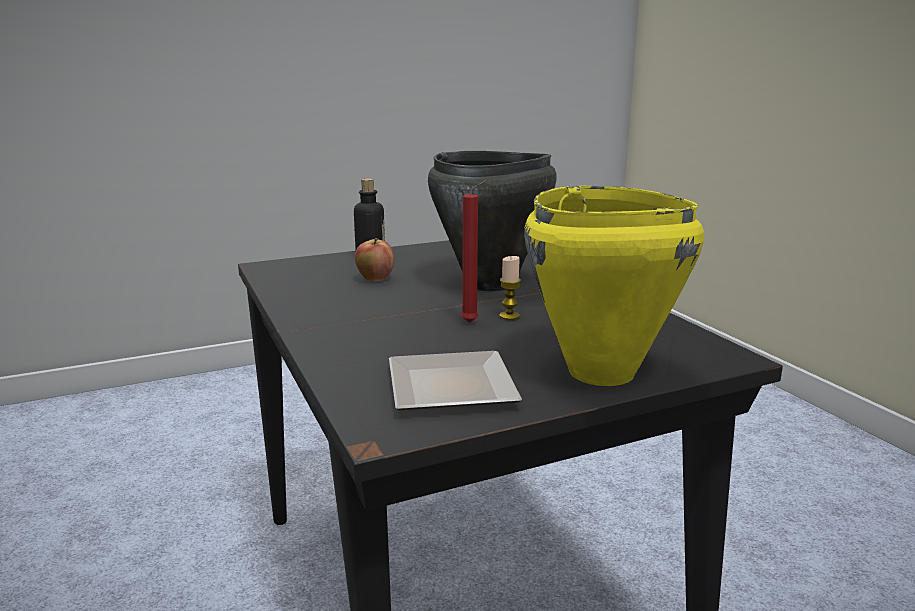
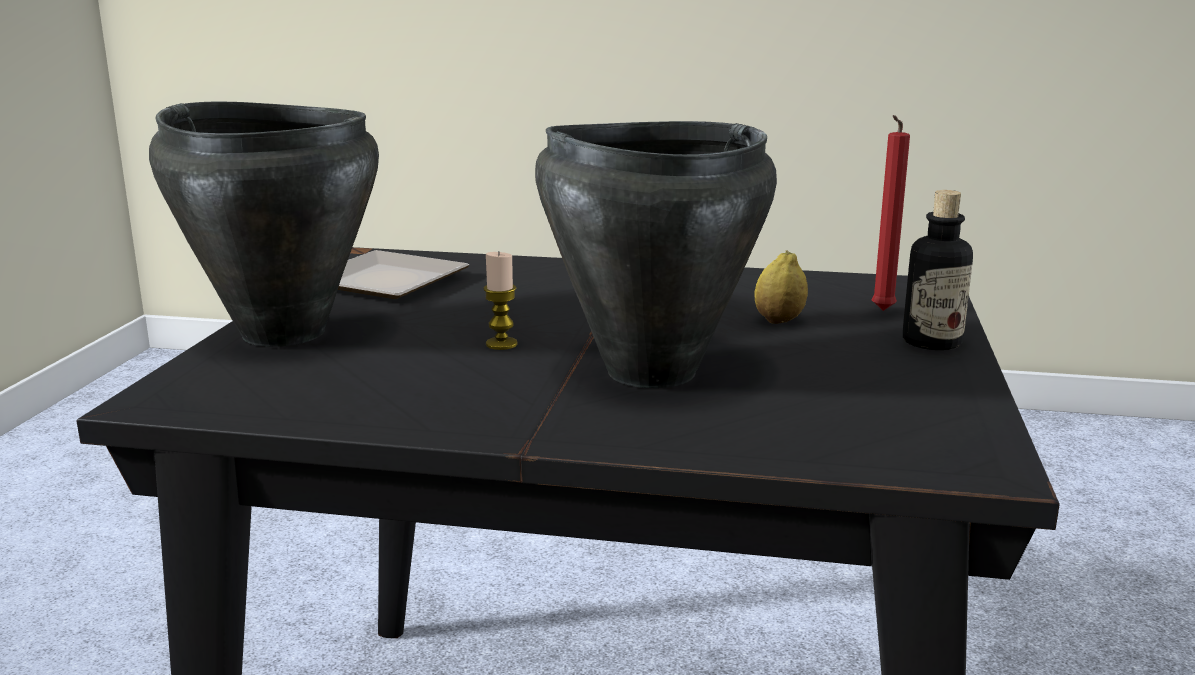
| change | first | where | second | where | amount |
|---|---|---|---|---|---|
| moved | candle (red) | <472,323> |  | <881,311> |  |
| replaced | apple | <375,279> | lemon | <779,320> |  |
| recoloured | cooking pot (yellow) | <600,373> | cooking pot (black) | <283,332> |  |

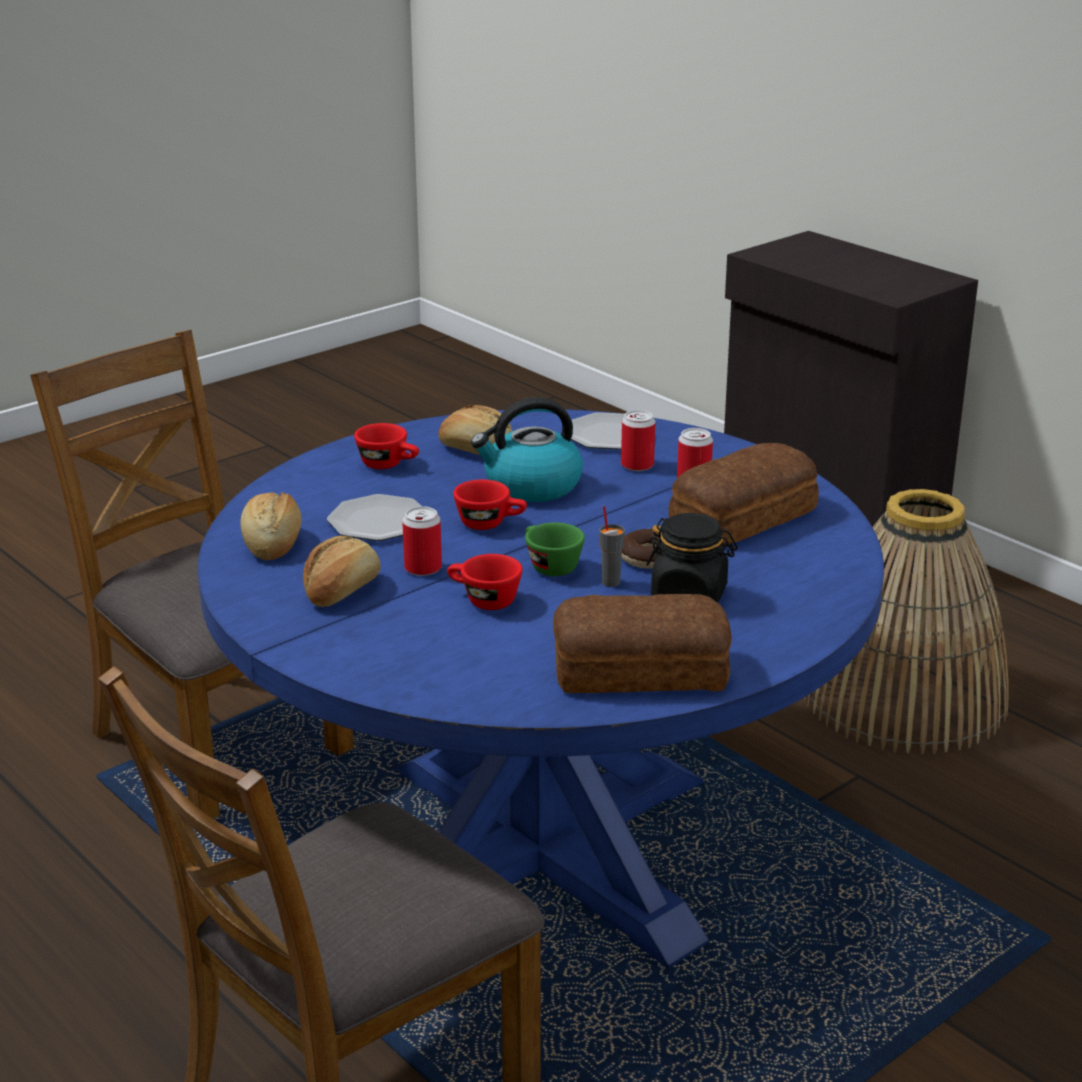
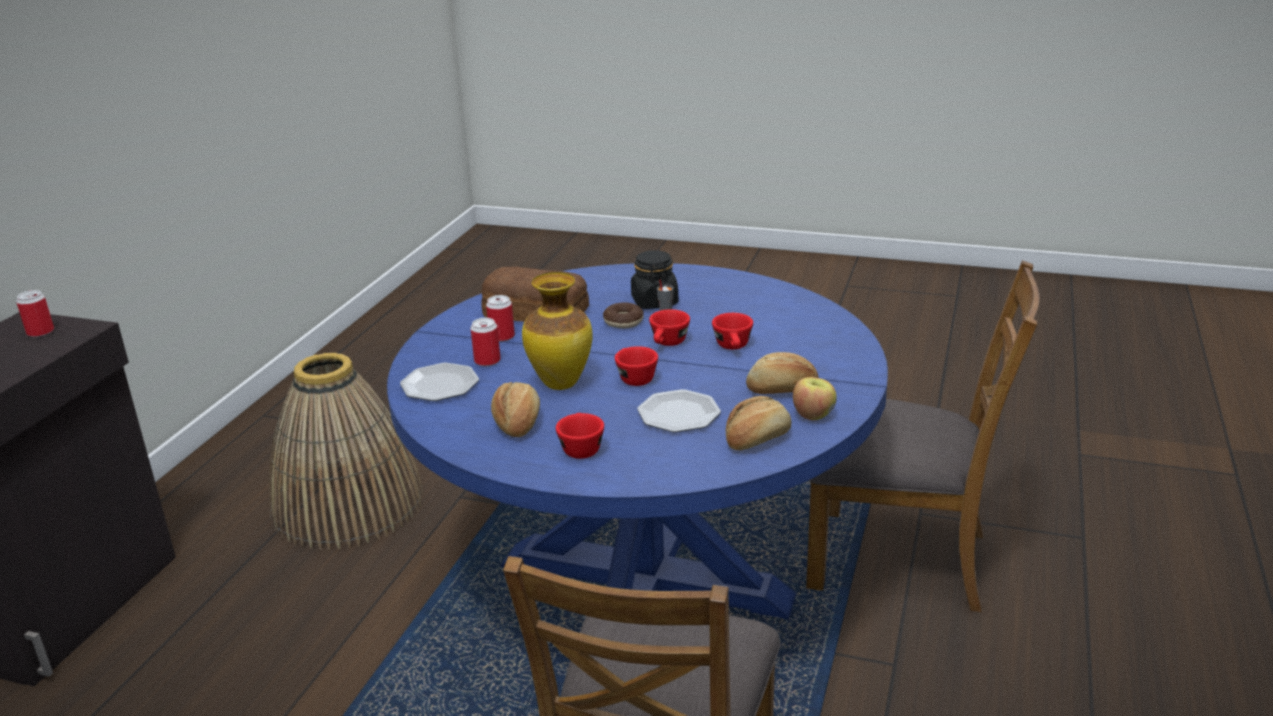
| change | first | where | second | where | amount |
|---|---|---|---|---|---|
| removed | bread | <637,669> |  |  |  |
| added |  |  | apple | <813,415> |  |
| moved | can | <423,568> |  | <40,332> |  |
| replaced | kettle | <531,486> | vase | <561,383> |  |
| recoloured | cup (green) | <548,565> | cup (red) | <668,344> |  |

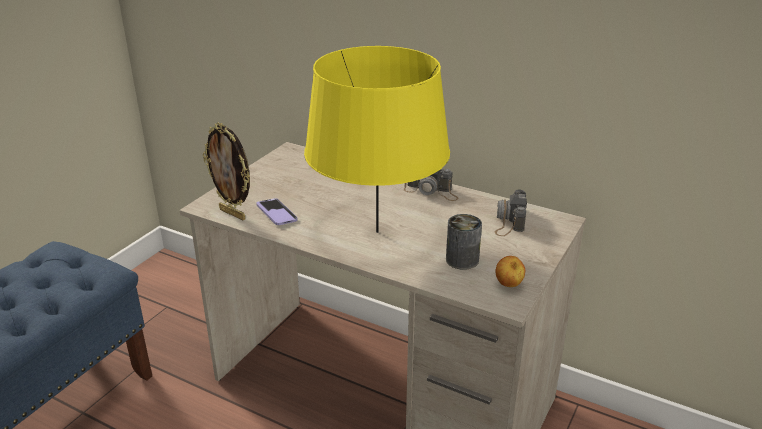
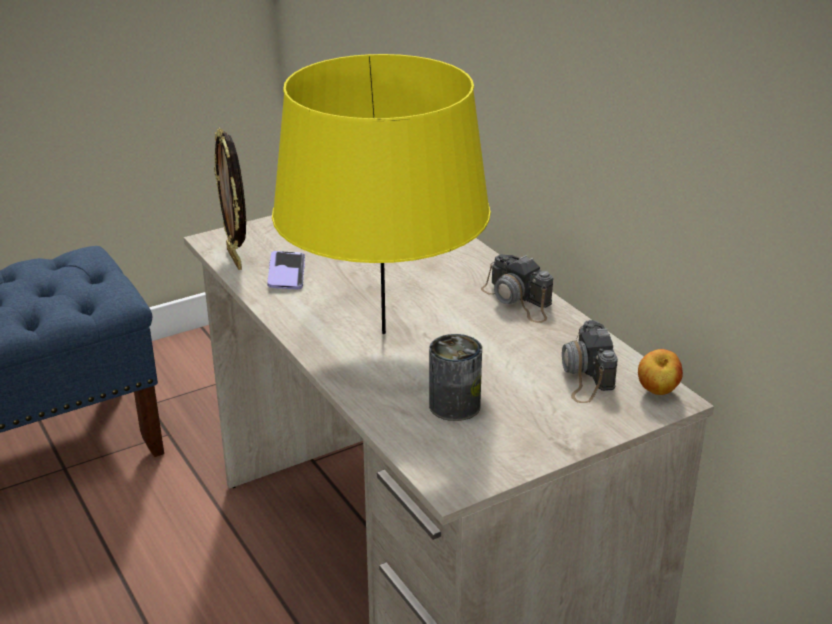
| change | first | where | second | where | amount |
|---|---|---|---|---|---|
| moved | apple | <509,285> |  | <657,392> |  |
| turned | photo camera | <509,220> |  | <585,374> | 45 degrees counterclockwise |

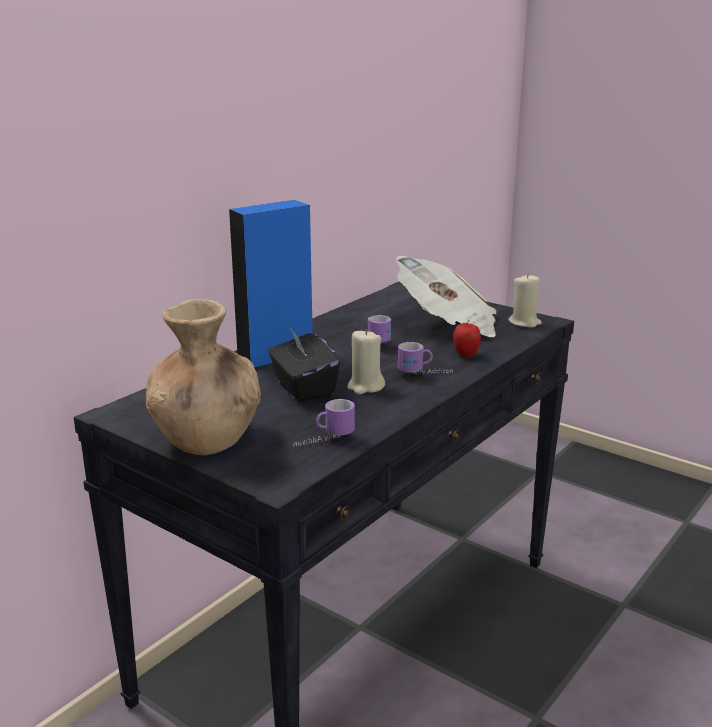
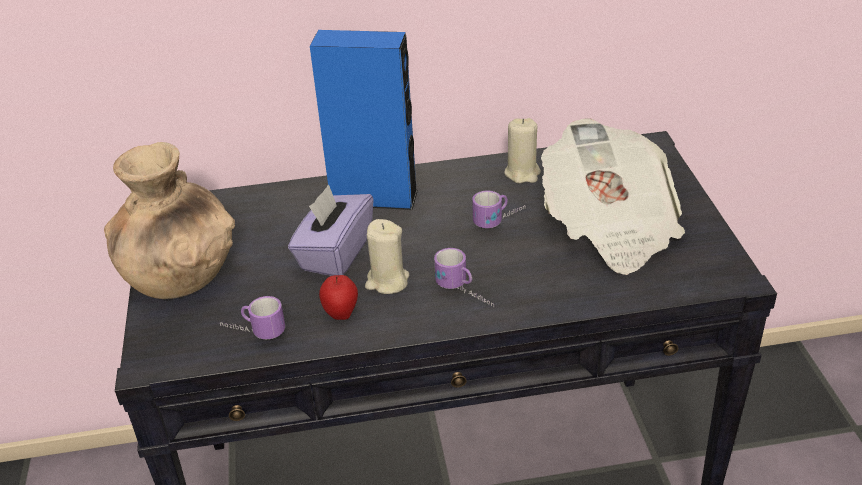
| change | first | where | second | where | amount |
|---|---|---|---|---|---|
| moved | apple | <466,354> |  | <341,313> |  |
| moved | candle (beige) | <524,322> |  | <522,173> |  |
| recoloured | tissue box (black) | <303,388> | tissue box (purple) | <335,253> |  |

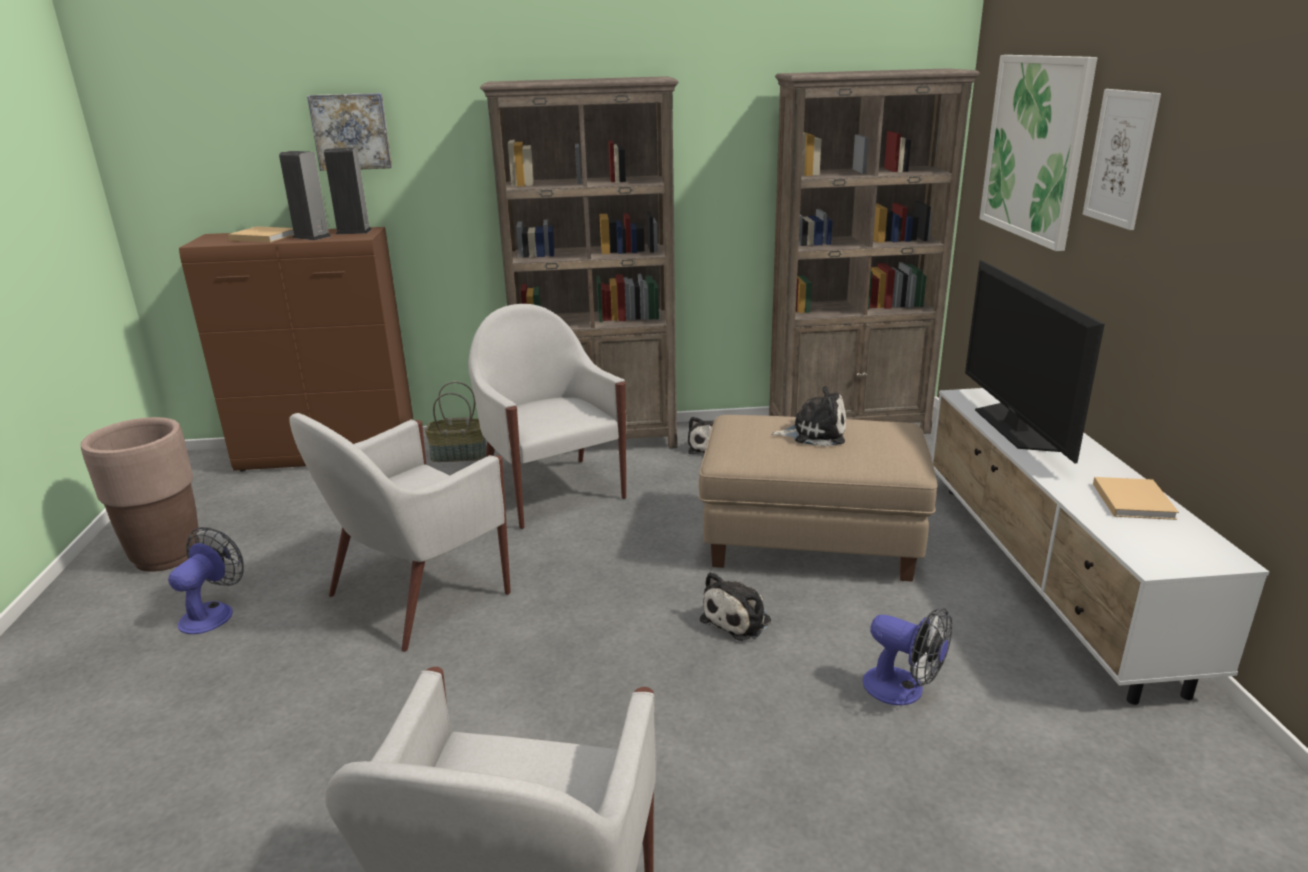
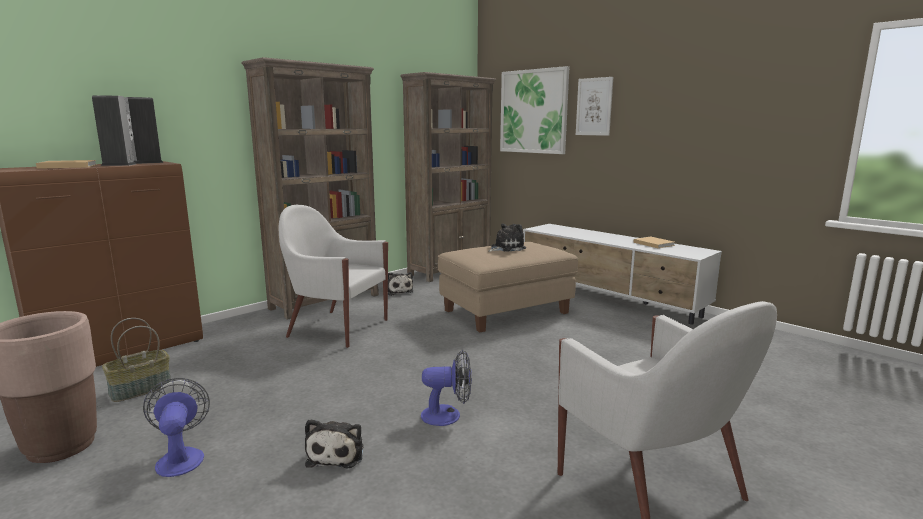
| change | first | where | second | where | amount |
|---|---|---|---|---|---|
| removed | armchair (white) | <415,596> |  |  |  |
| removed | picture | <351,131> |  |  |  |
| removed | television | <1015,427> |  |  |  |
| moved | basket | <458,455> |  | <140,390> |  |
| moved | plush toy | <739,619> |  | <337,453> |  |
| moved | fan | <903,690> |  | <448,415> |  |

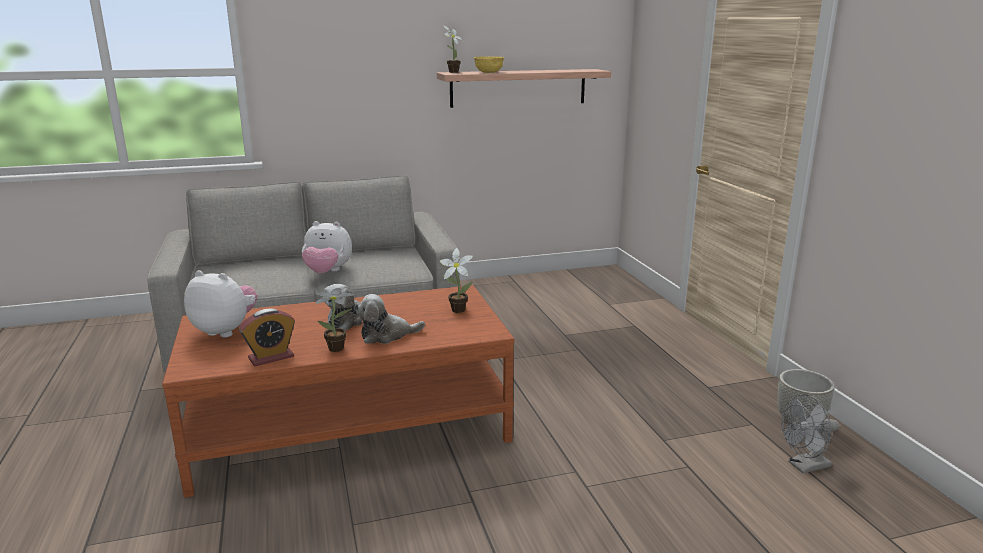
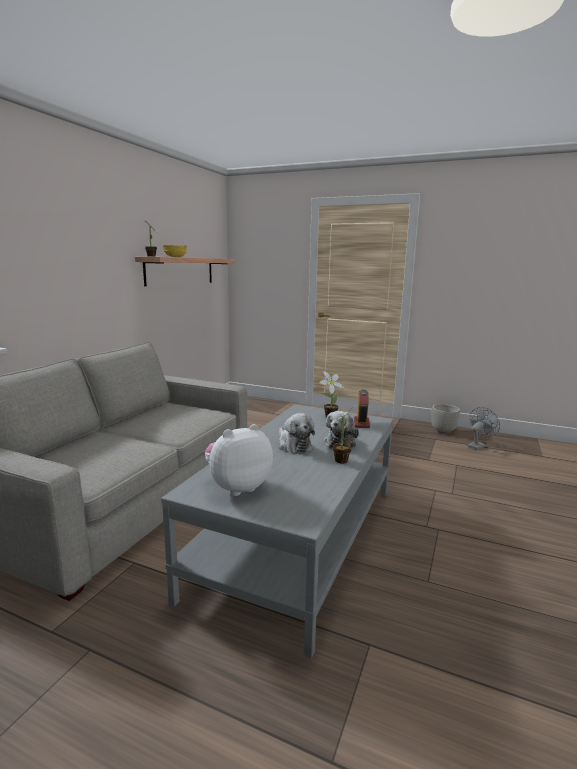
| change | first | where | second | where | amount |
|---|---|---|---|---|---|
| removed | plush toy | <327,272> |  |  |  |
| moved | alarm clock | <271,357> |  | <361,423> |  |
| recoloured | coffee table (brown) | <351,427> | coffee table (grey) | <299,537> |  |
| turned | fan (grey) | <804,466> |  | <478,445> | 150 degrees counterclockwise |

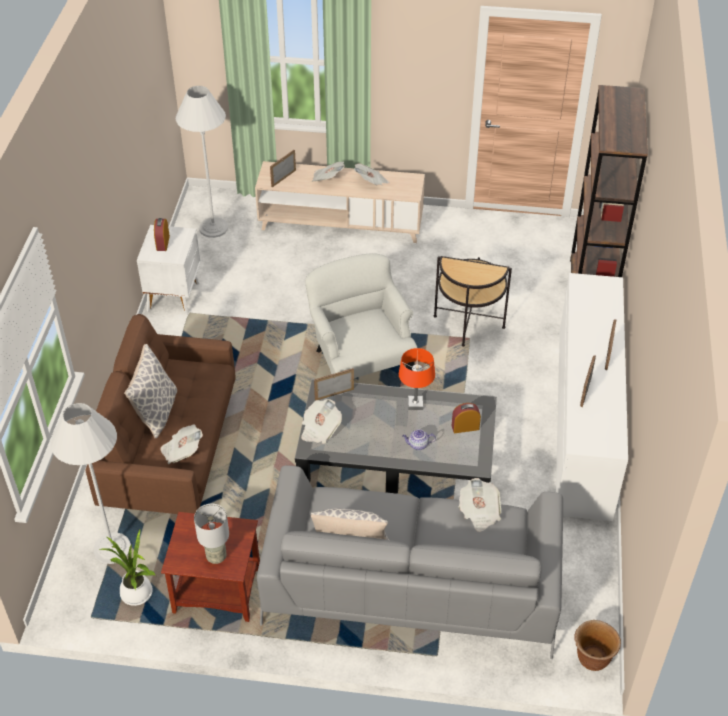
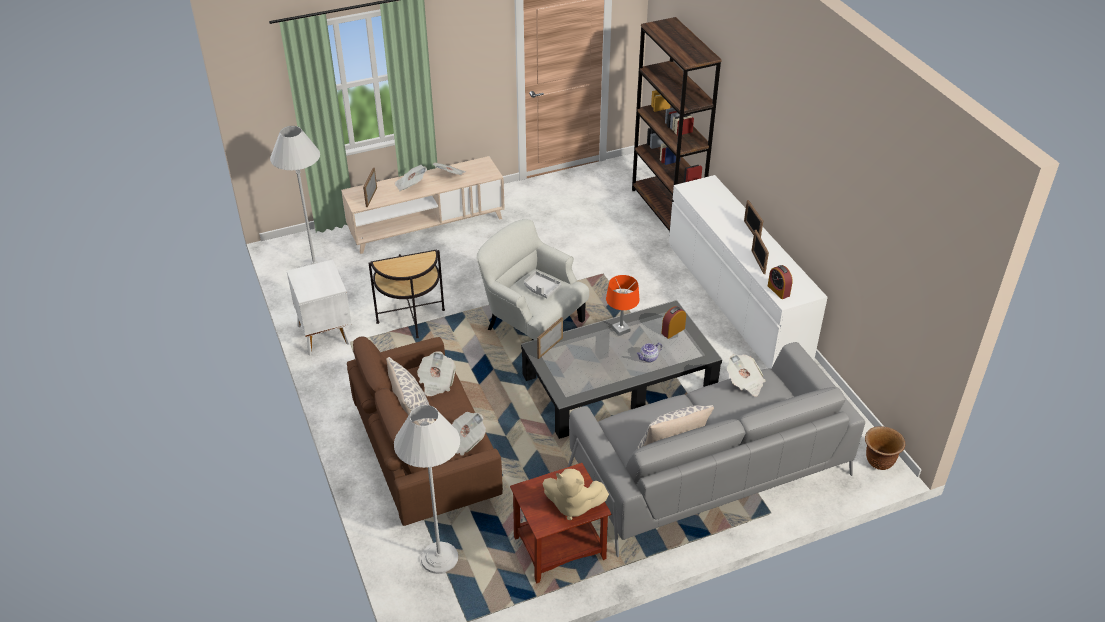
| change | first | where | second | where | amount |
|---|---|---|---|---|---|
| removed | potted plant | <137,595> |  |  |  |
| added |  |  | tray (grey) | <541,288> |  |
| moved | alarm clock | <163,243> |  | <778,291> |  |
| moved | newspaper | <319,429> |  | <436,382> |  |
| moved | side table | <469,321> |  | <410,316> |  |
| replaced | table lamp (grey) | <216,557> | plush toy (beige) | <572,505> |  |

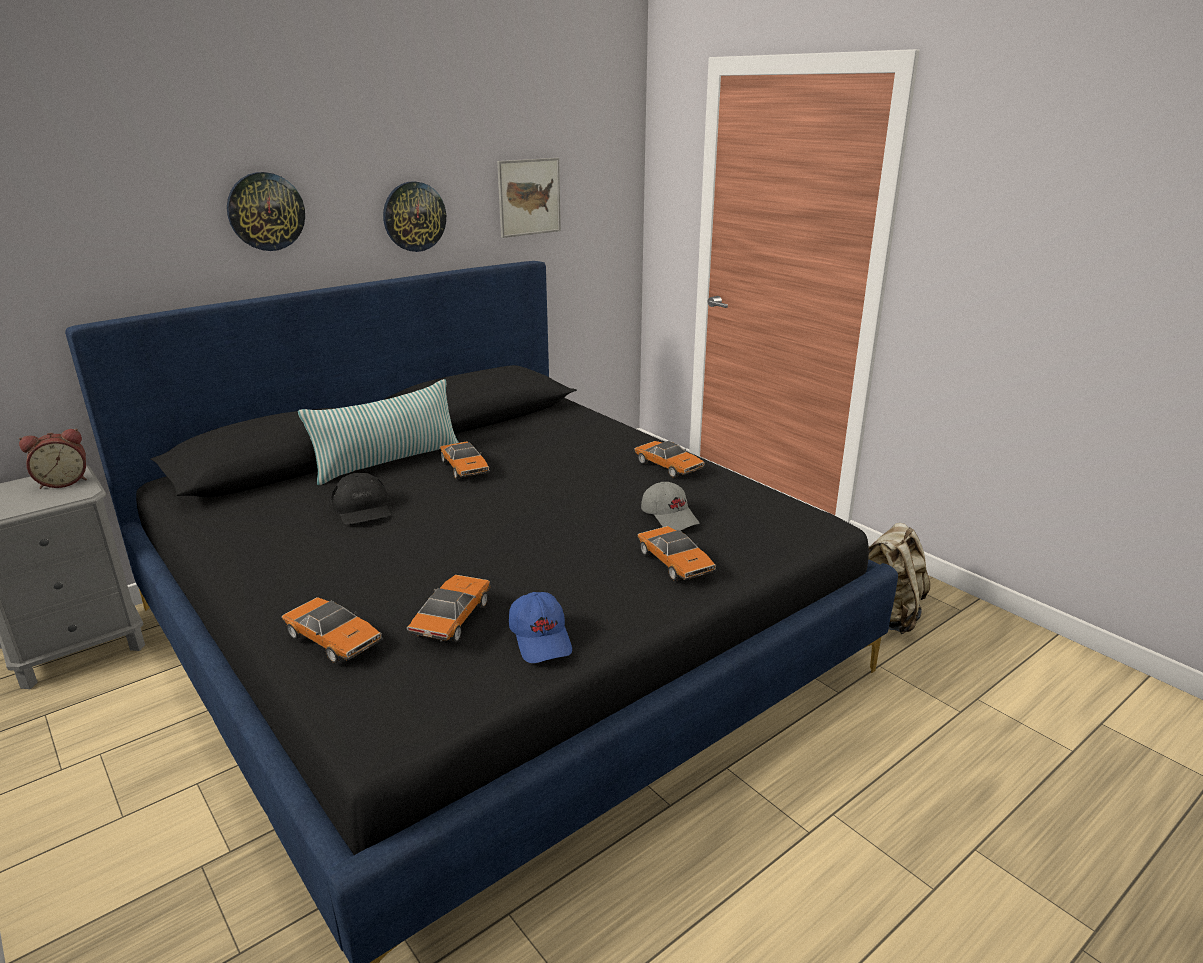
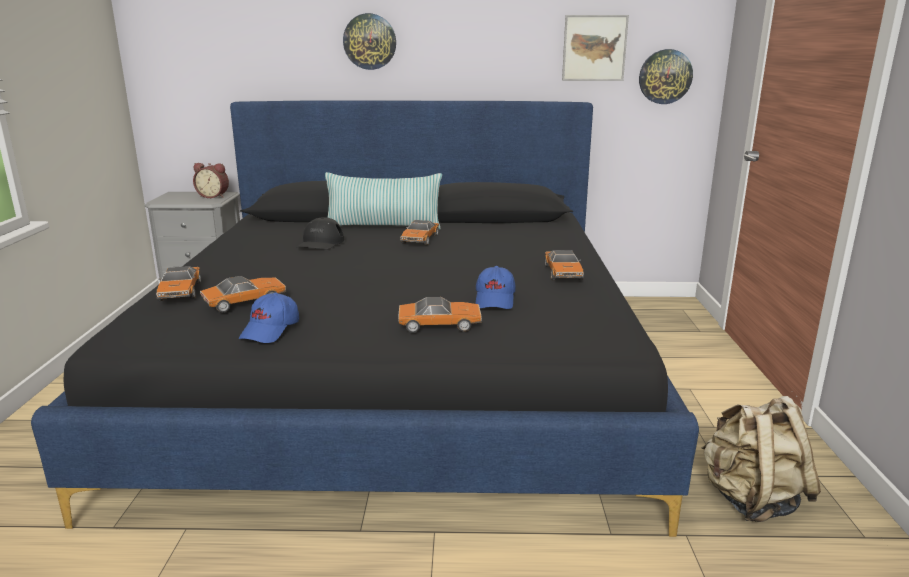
| change | first | where | second | where | amount |
|---|---|---|---|---|---|
| moved | wall clock | <414,216> |  | <665,76> |  |
| recoloured | cap (grey) | <670,517> | cap (blue) | <495,300> |  |
| turned | toy car | <675,563> |  | <439,324> | 105 degrees counterclockwise |

